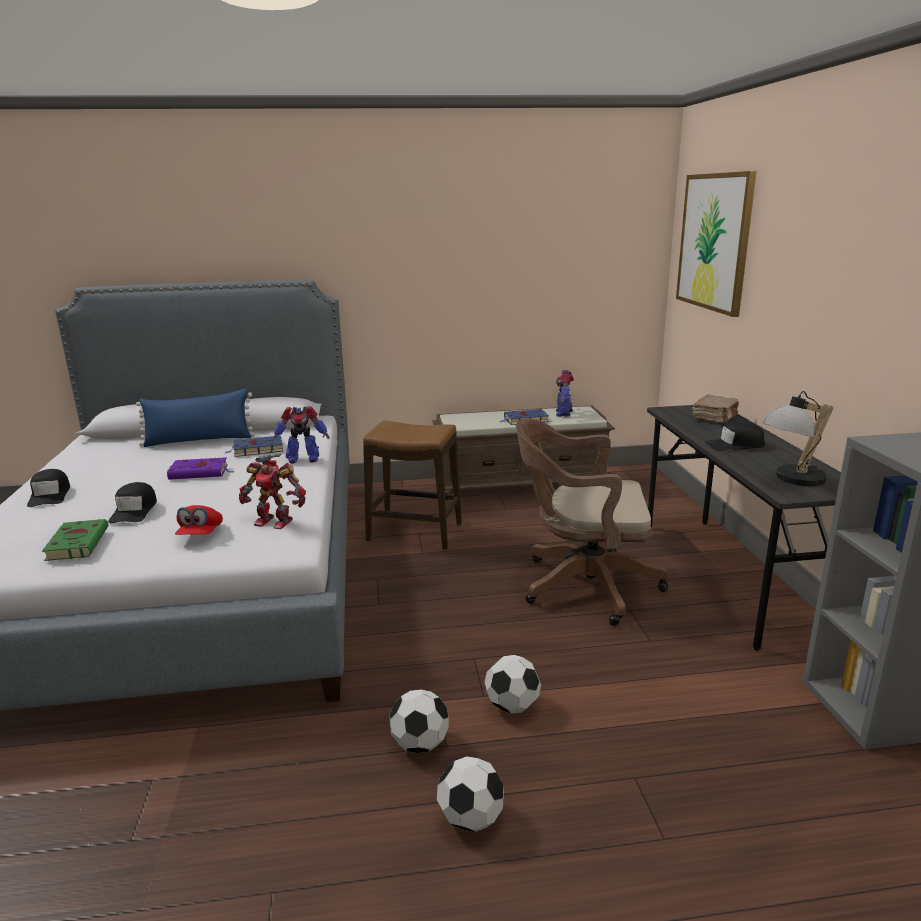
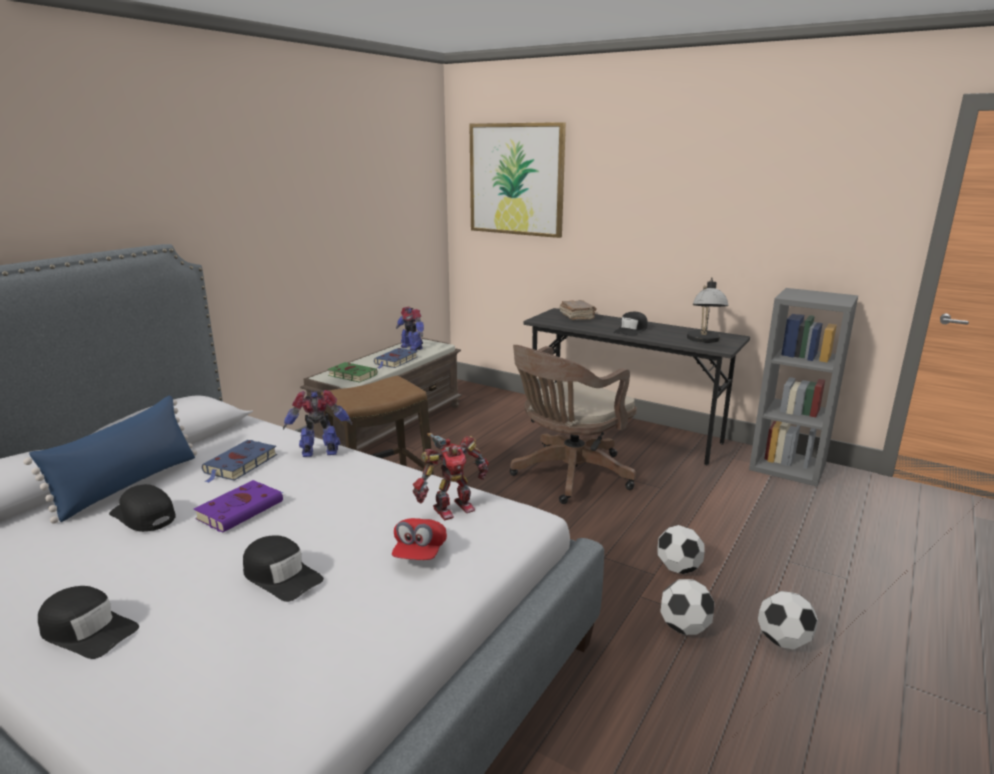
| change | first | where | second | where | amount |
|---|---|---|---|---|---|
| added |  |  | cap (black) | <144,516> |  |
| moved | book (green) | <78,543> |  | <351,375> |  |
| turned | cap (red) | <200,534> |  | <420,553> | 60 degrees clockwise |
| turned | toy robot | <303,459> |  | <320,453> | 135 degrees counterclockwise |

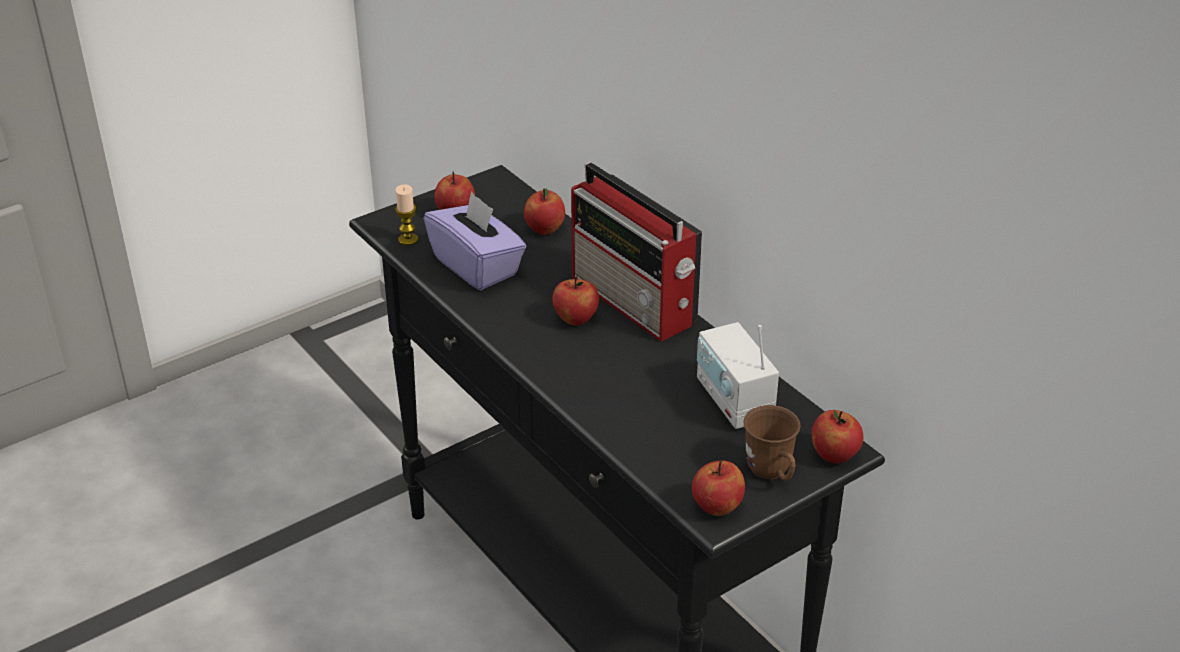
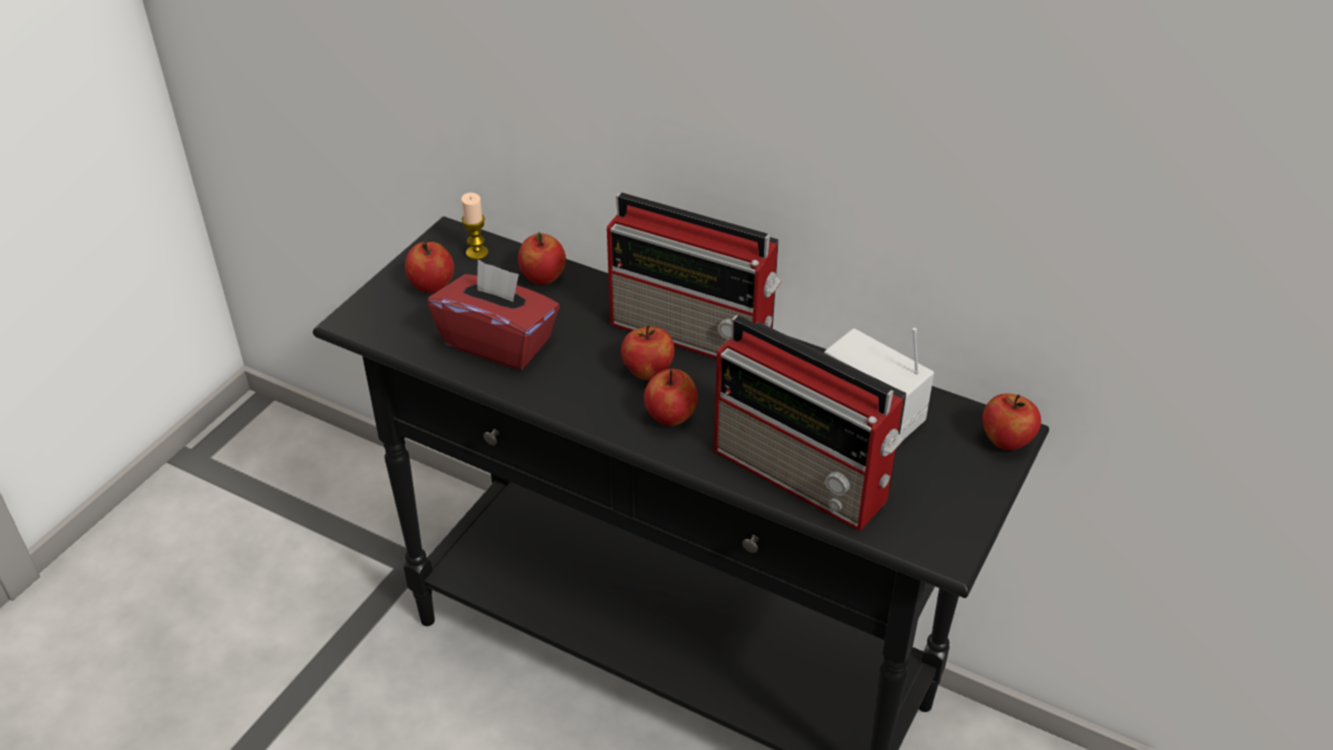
| change | first | where | second | where | amount |
|---|---|---|---|---|---|
| removed | mug (brown) | <772,474> |  |  |  |
| added |  |  | radio | <804,476> |  |
| moved | candle | <408,239> |  | <477,253> |  |
| moved | apple | <717,507> |  | <670,417> |  |
| recoloured | tissue box (purple) | <477,266> | tissue box (red) | <499,342> |  |

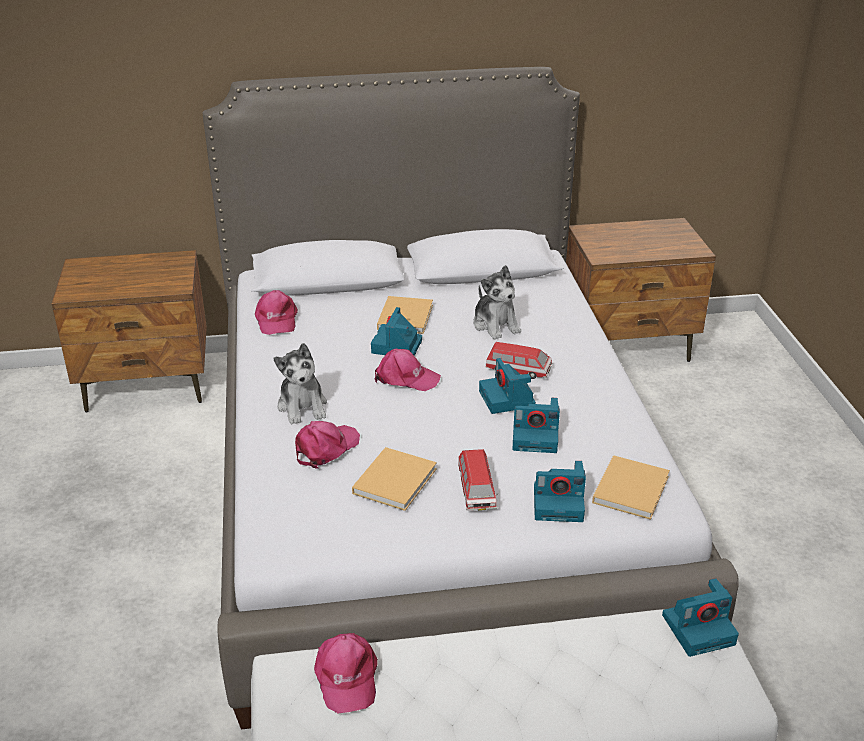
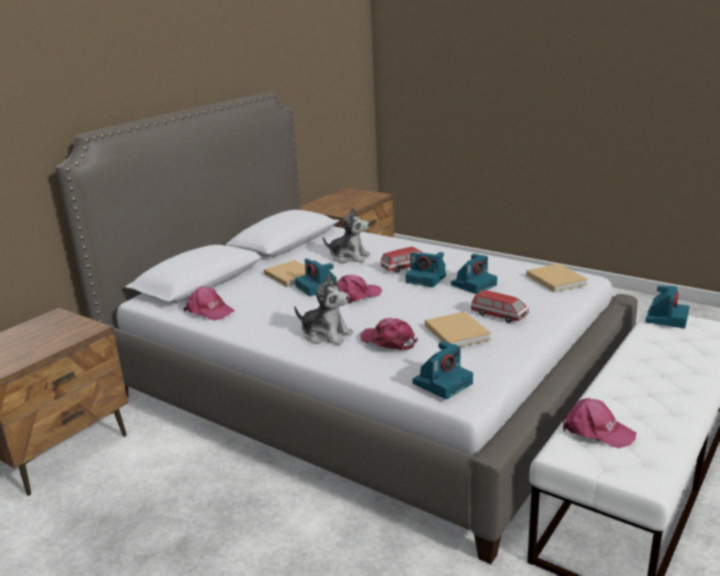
| change | first | where | second | where | amount |
|---|---|---|---|---|---|
| moved | photo camera | <559,503> |  | <443,382> |  |
| turned | cap (pink) | <326,448> |  | <388,341> | 45 degrees counterclockwise |

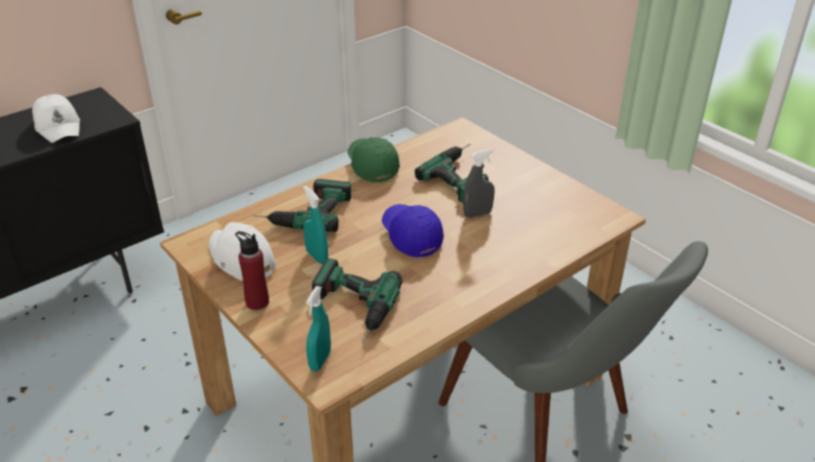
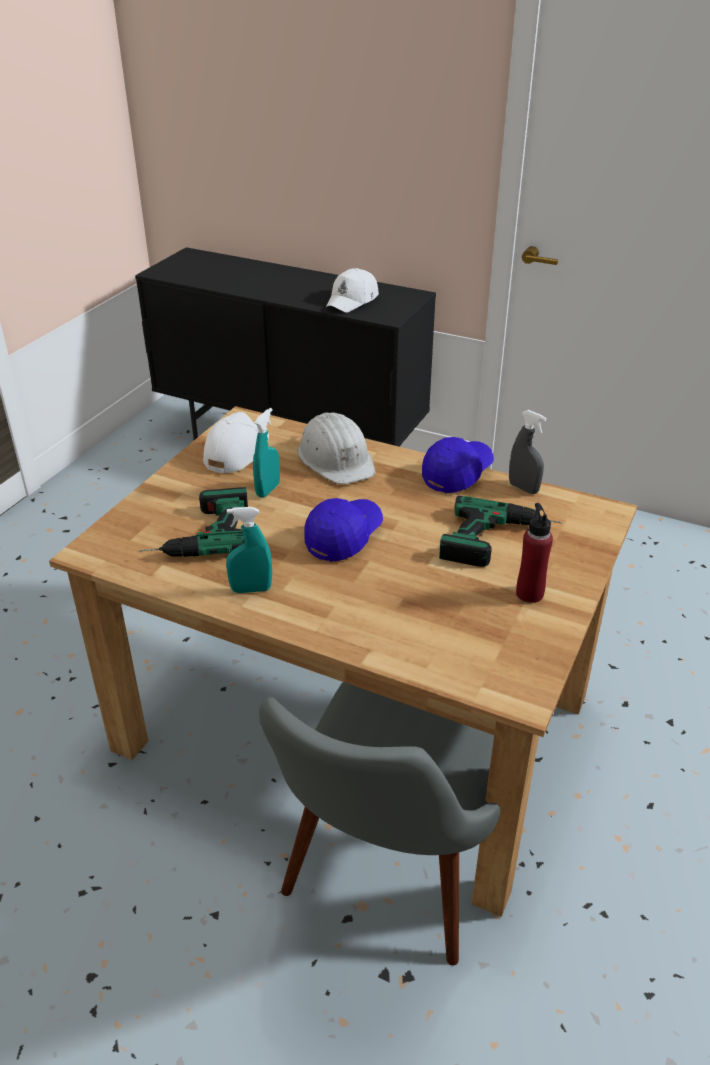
| change | first | where | second | where | amount |
|---|---|---|---|---|---|
| moved | bottle (red) | <257,302> |  | <529,593> |  |
| moved | spray bottle (turquoise) | <320,360> |  | <251,589> |  |
| moved | spray bottle (grey) | <477,214> |  | <523,488> |  |
| replaced | power drill | <303,211> | hard hat (white) | <336,459> |  |
| recoloured | cap (green) | <372,166> | cap (blue) | <457,474> |  |

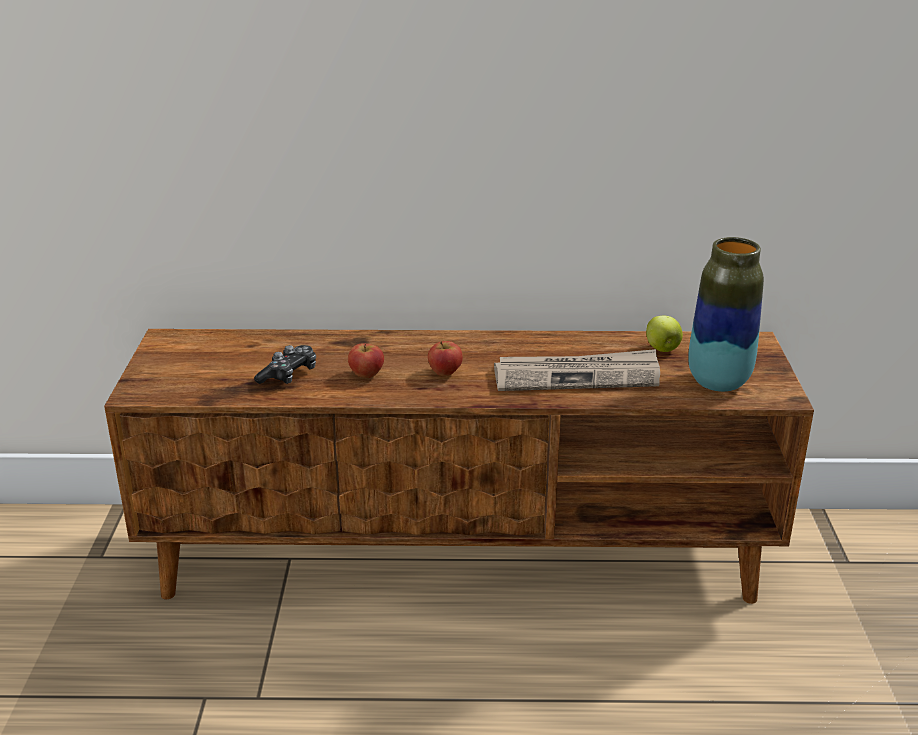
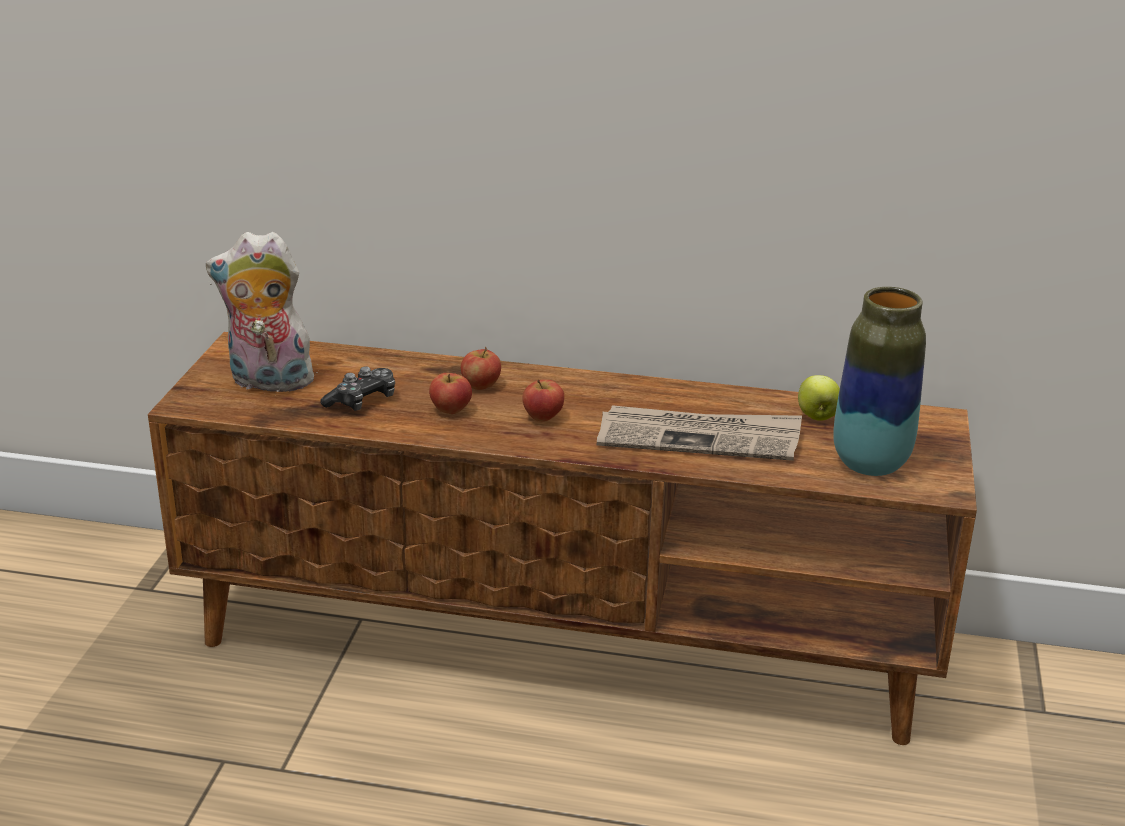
| change | first | where | second | where | amount |
|---|---|---|---|---|---|
| added |  |  | plush toy | <268,383> |  |
| added |  |  | apple | <480,386> |  |

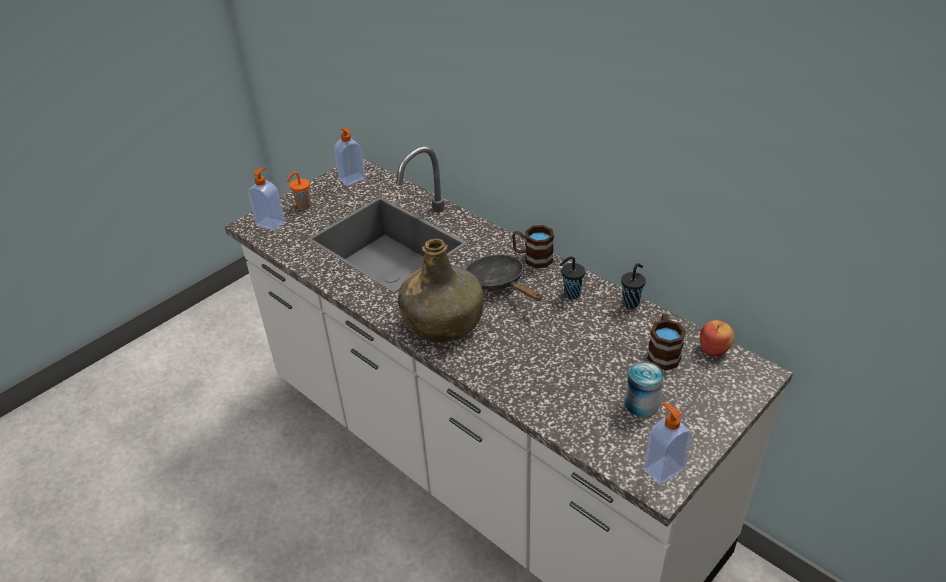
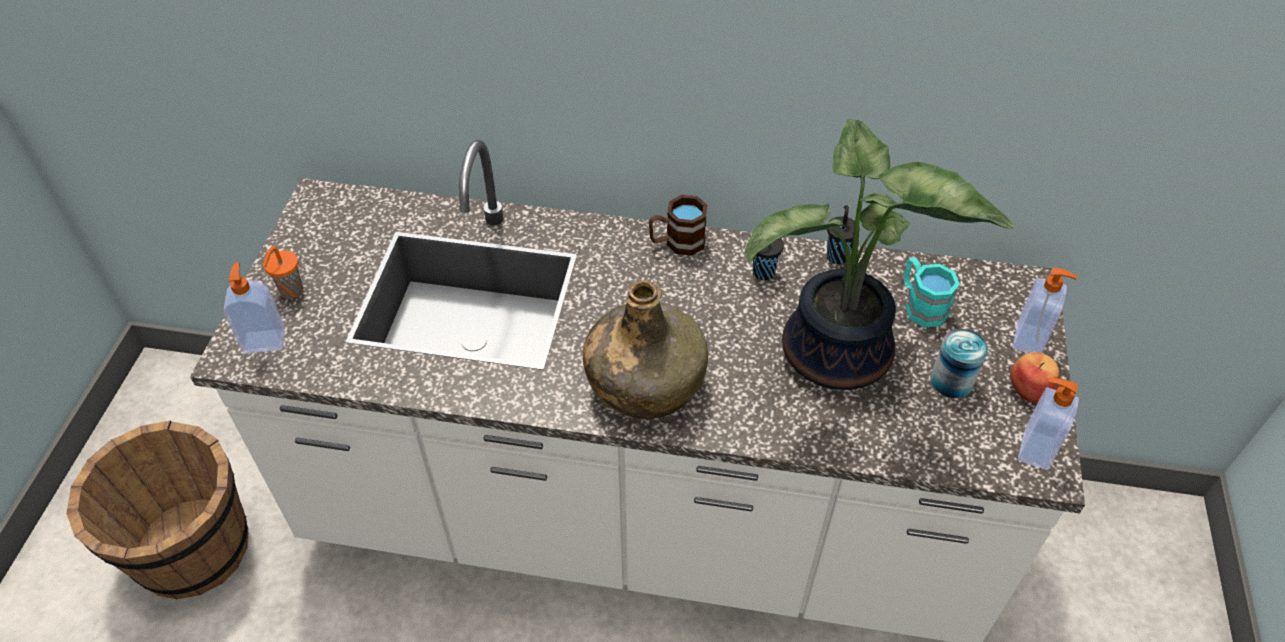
| change | first | where | second | where | amount |
|---|---|---|---|---|---|
| removed | frying pan (black) | <499,283> |  |  |  |
| added |  |  | bucket (brown) | <193,550> |  |
| added |  |  | potted plant | <835,359> |  |
| moved | soap dispenser | <352,179> |  | <1030,339> |  |
| moved | apple | <714,349> |  | <1029,389> |  |
| recoloured | mug (brown) | <663,352> | mug (turquoise) | <920,305> |  |

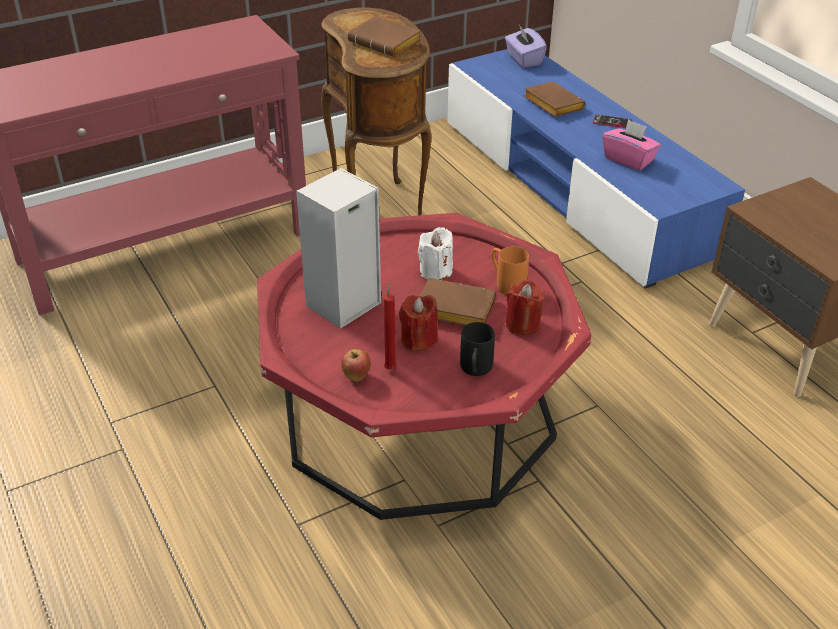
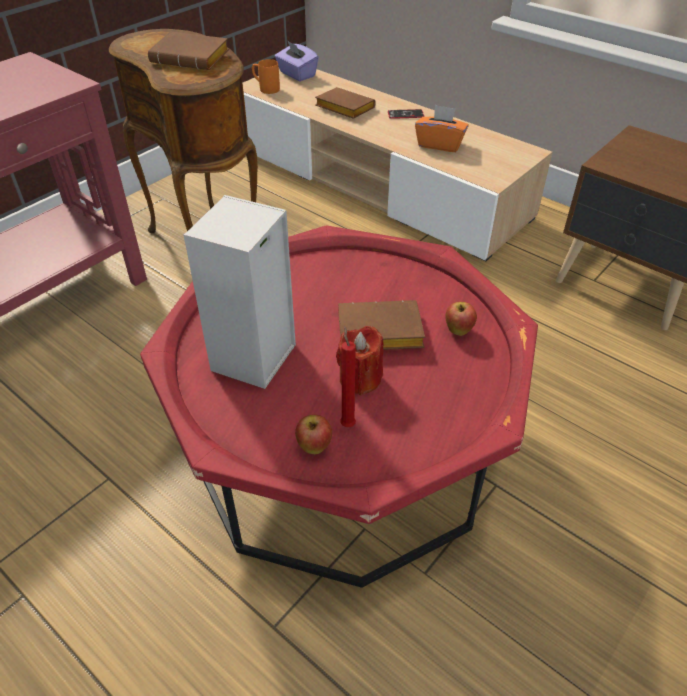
| change | first | where | second | where | amount |
|---|---|---|---|---|---|
| removed | candle (white) | <436,271> |  |  |  |
| removed | mug (black) | <475,371> |  |  |  |
| moved | mug (orange) | <506,283> |  | <265,88> |  |
| replaced | candle (red) | <522,324> | apple | <458,331> |  |
| recoloured | tv stand (blue) | <575,186> | tv stand (beige) | <376,182> |  |
| recoloured | tissue box (pink) | <629,159> | tissue box (orange) | <440,144> |  |

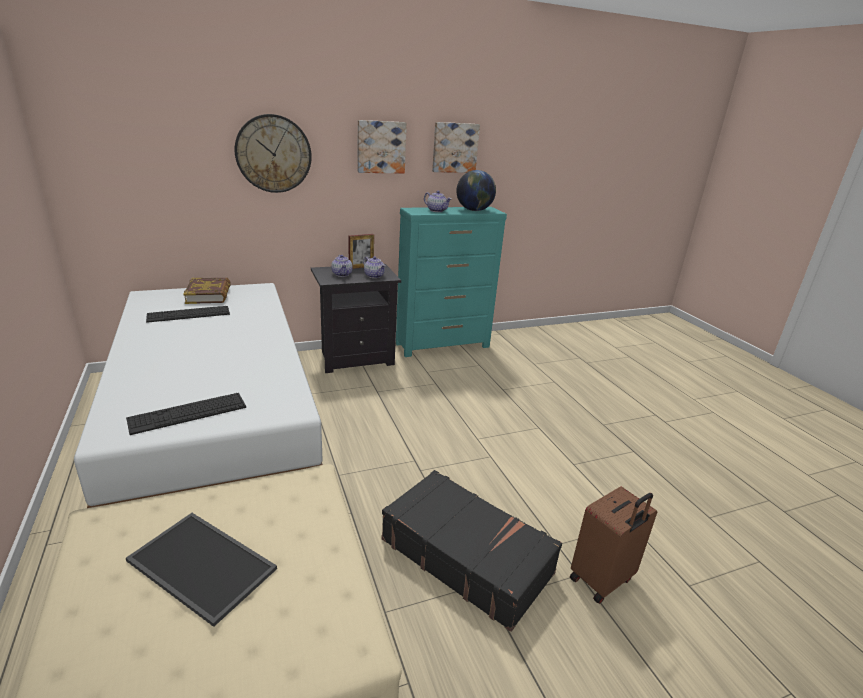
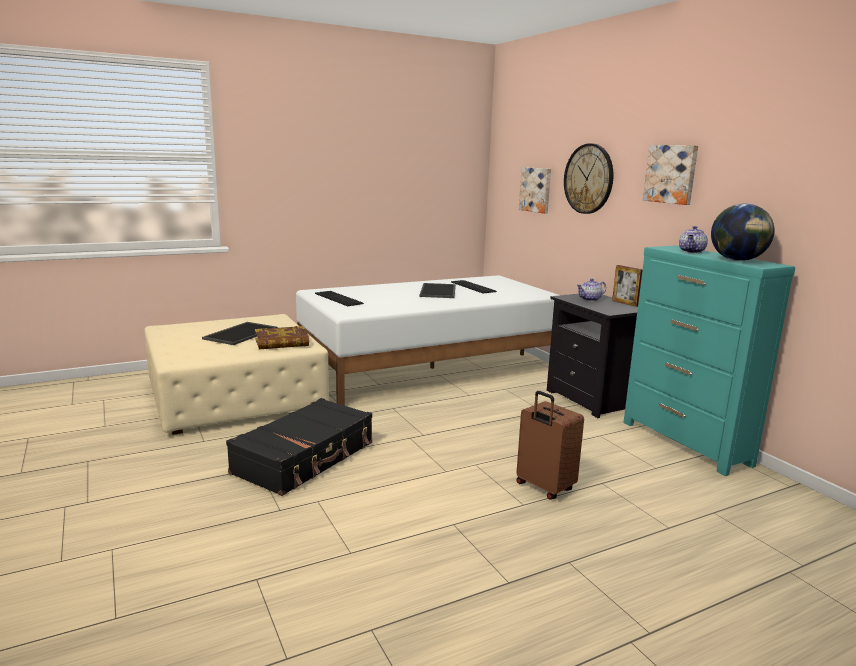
| change | first | where | second | where | amount |
|---|---|---|---|---|---|
| removed | teapot | <374,276> |  |  |  |
| added |  |  | tray | <439,291> |  |
| moved | book | <209,295> |  | <282,343> |  |
| moved | picture | <454,147> |  | <536,190> |  |
| moved | suitcase (brown) | <602,580> |  | <544,487> |  |

